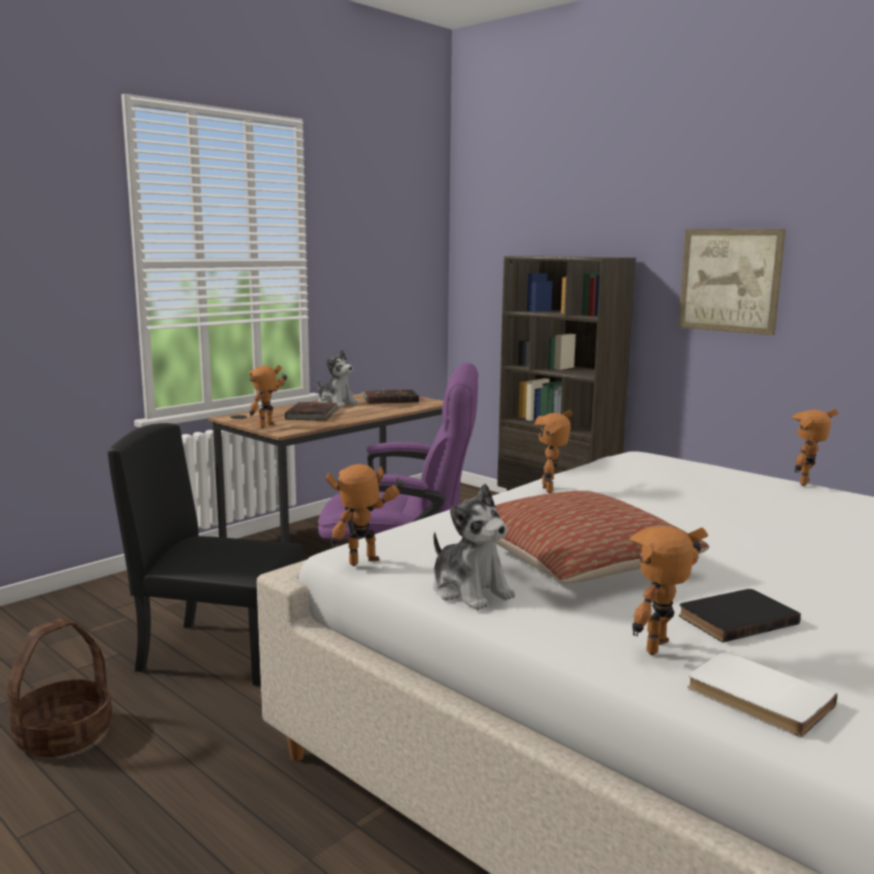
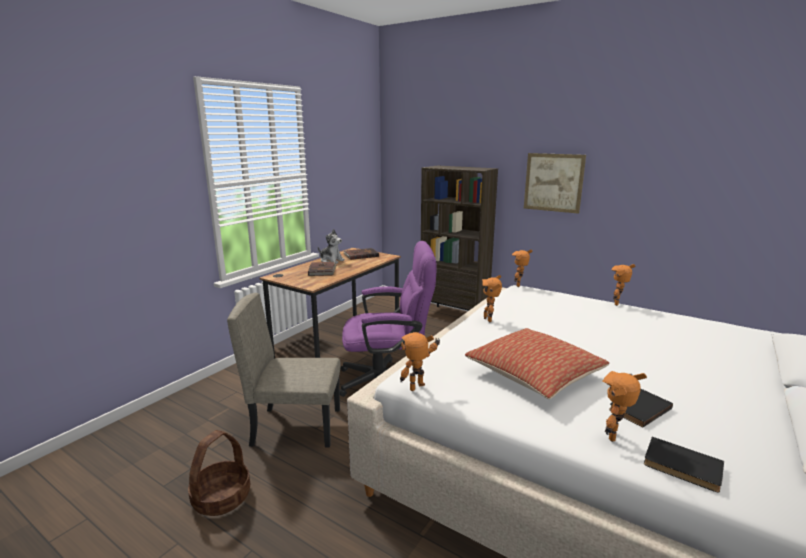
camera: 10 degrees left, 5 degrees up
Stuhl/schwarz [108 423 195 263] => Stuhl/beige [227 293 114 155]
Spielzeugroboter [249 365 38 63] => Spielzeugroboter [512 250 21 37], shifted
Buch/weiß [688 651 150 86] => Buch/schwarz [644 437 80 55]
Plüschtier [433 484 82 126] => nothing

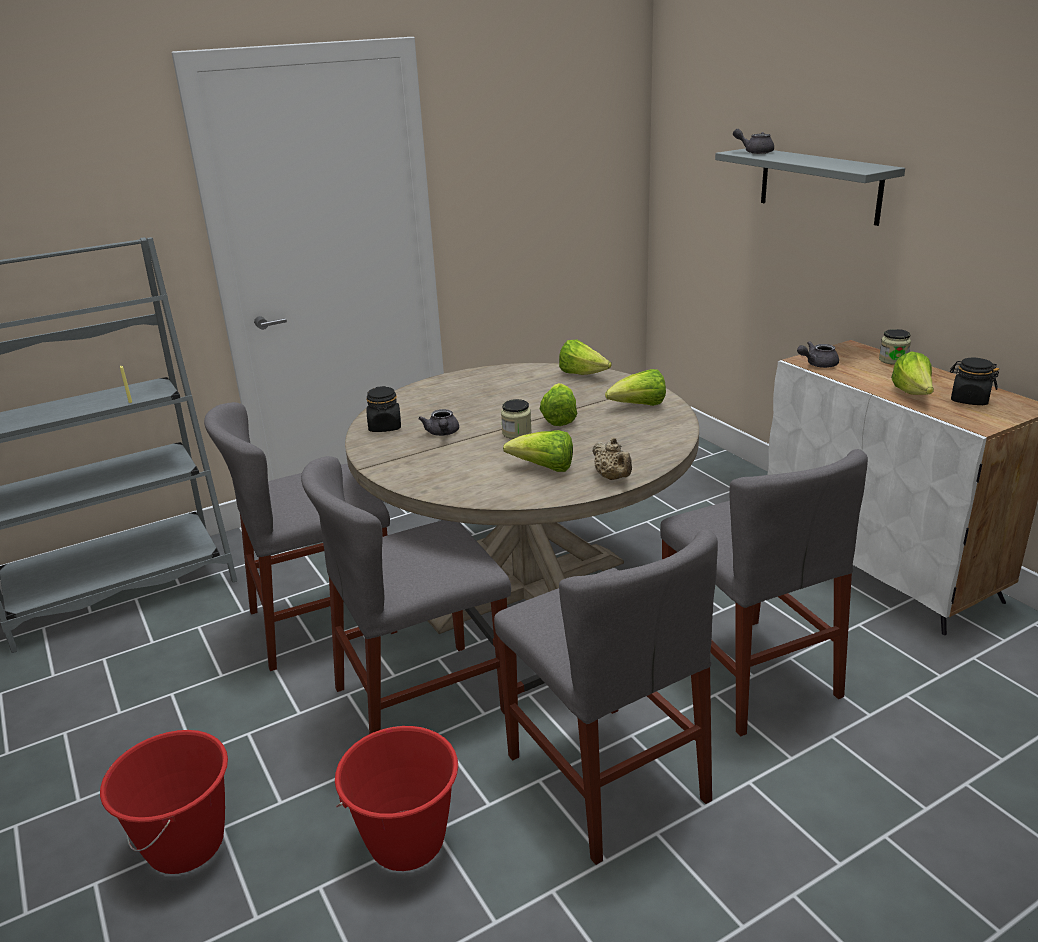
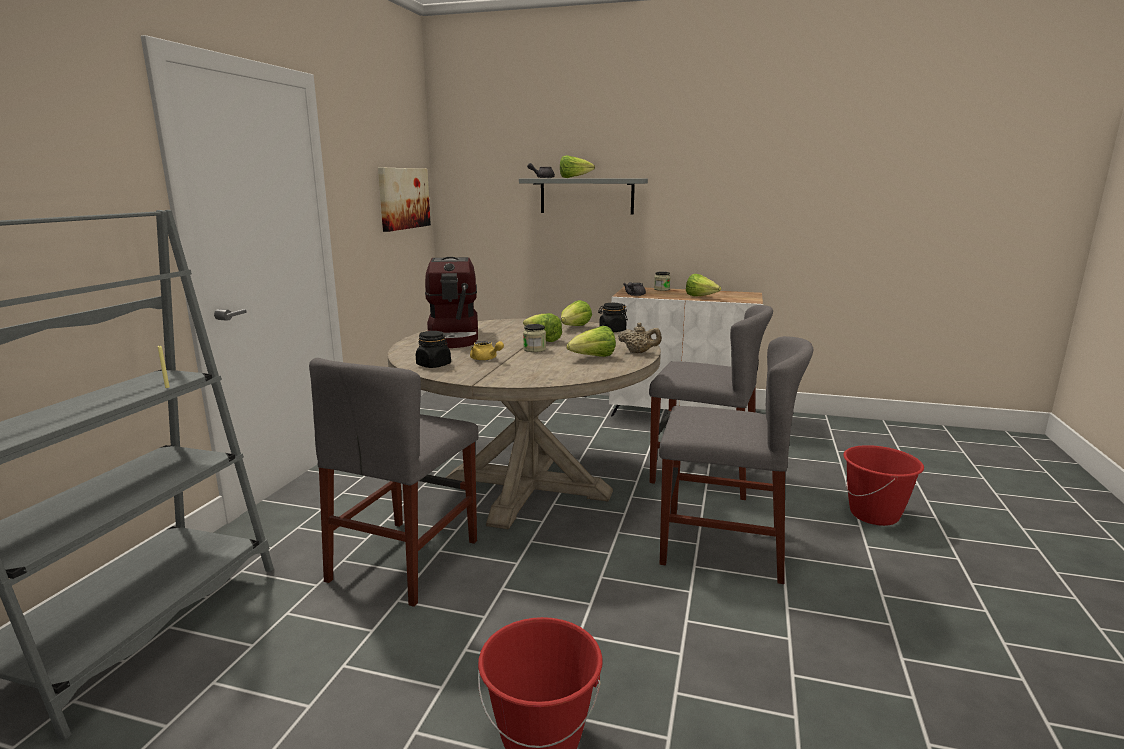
camera: 45 degrees left, 10 degrees down
nothing => Bild [378 168 53 64]
nothing => Kaffeemaschine [425 257 53 91]
Teekanne/grau [419 409 40 27] => Teekanne/gelb [470 341 34 20]
Salatkopf [559 339 53 36] => Salatkopf [560 155 35 23], shifted
Vorratsglas/schwarz [950 358 49 47] => Vorratsglas/schwarz [598 303 30 29], shifted
Eimer/rot [335 726 123 145] => Eimer/rot [843 445 81 81], shifted
Stuhl/grau [301 456 210 278] => nothing

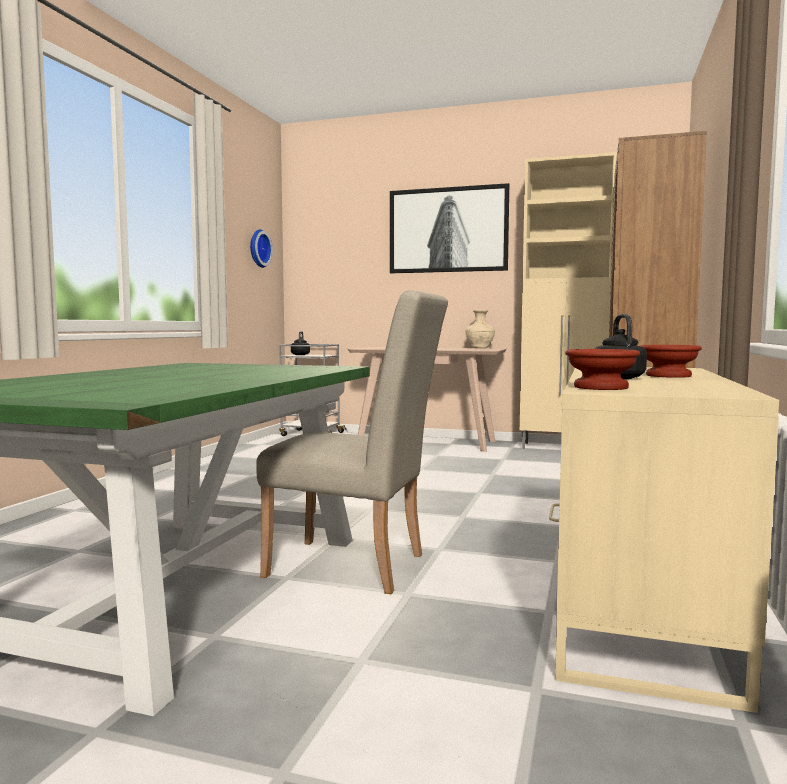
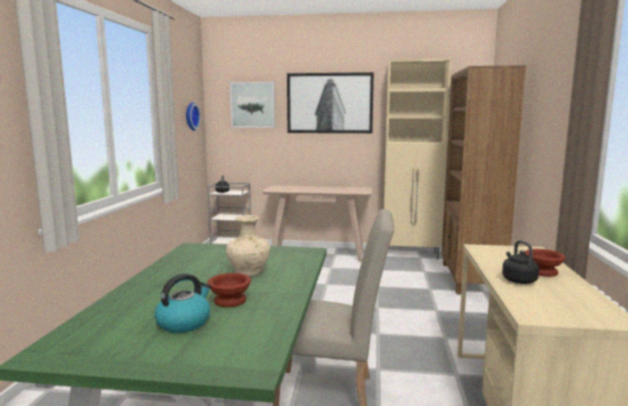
camera: 10 degrees left, 5 degrees up
nothing => Wasserkessel [154 274 57 59]
Schüssel/braun [565 349 75 41] => Schüssel/braun [207 273 44 34], shifted
Vase/beige [466 310 29 38] => Vase/beige [226 215 44 61], shifted
nothing => Bild [230 82 45 46]

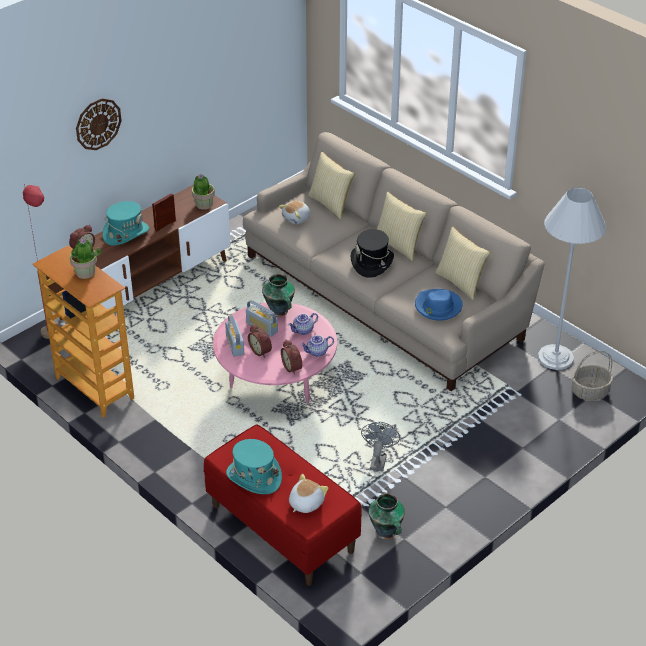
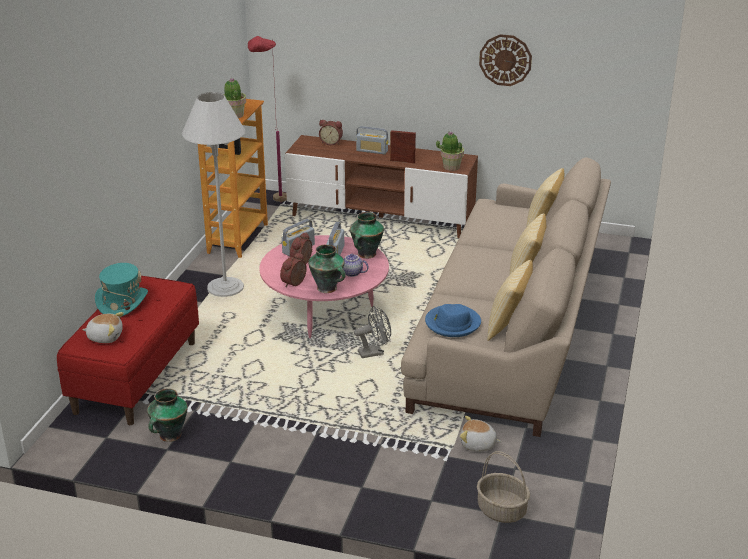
camera: 60 degrees right, 10 degrees down
Stehlampe/weiß [538 188 68 182] => Stehlampe/weiß [182 92 63 205], shifted
Teekanne [300 335 34 22] => Vase [308 245 38 48]
Ventilator/grau [361 422 39 50] => Ventilator/grau [354 306 37 52], shifted
Hut/türkis [102 201 47 44] => Radio [356 126 32 28]
Plüschtier [279 201 31 23] => Plüschtier [460 416 42 35], shifted
Wanduhr [76 98 46 52] => Wanduhr [479 34 53 52], shifted
Hut/schwarz [351 229 43 49] => nothing

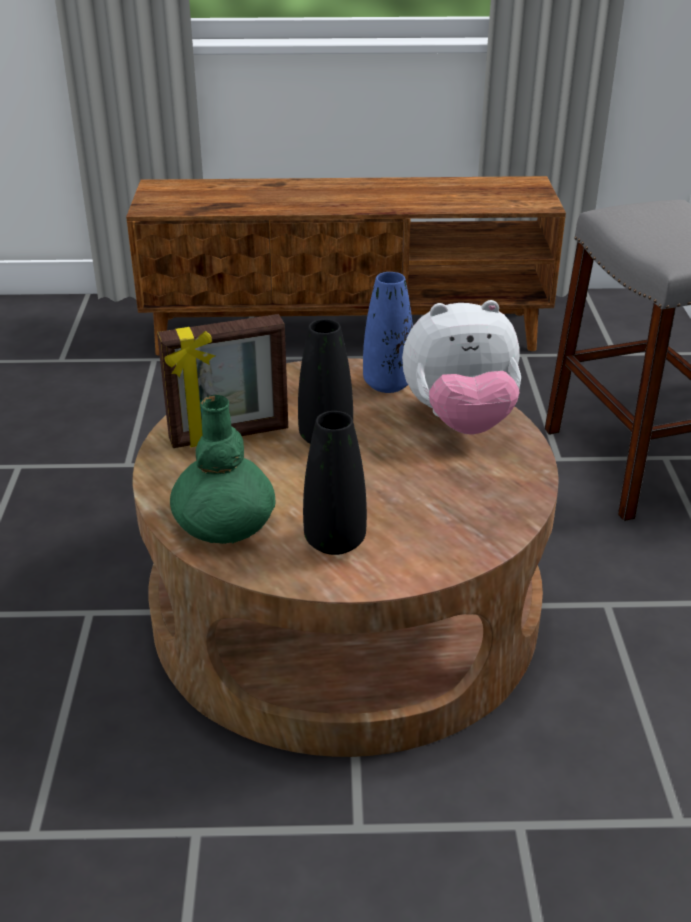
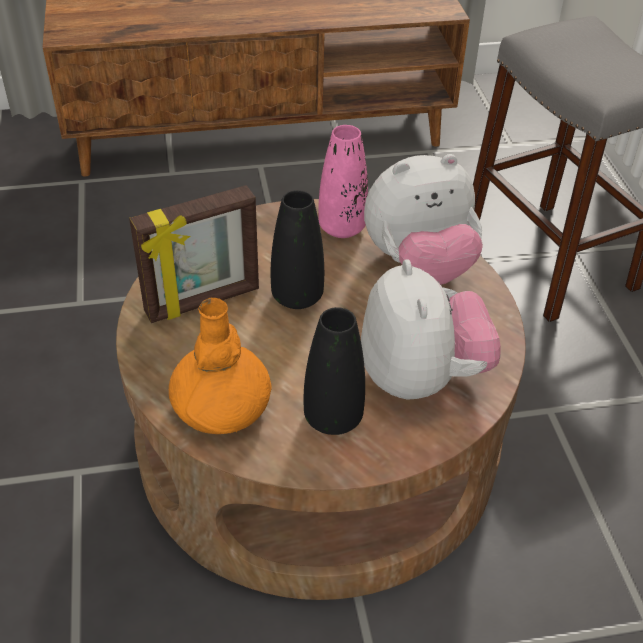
camera: 10 degrees left, 10 degrees up
Vase/grün [170 395 106 149] => Vase/orange [169 298 103 136]
Vase/blau [363 272 50 121] => Vase/rosa [318 125 50 113]
nothing => Plüschtier [361 259 140 140]

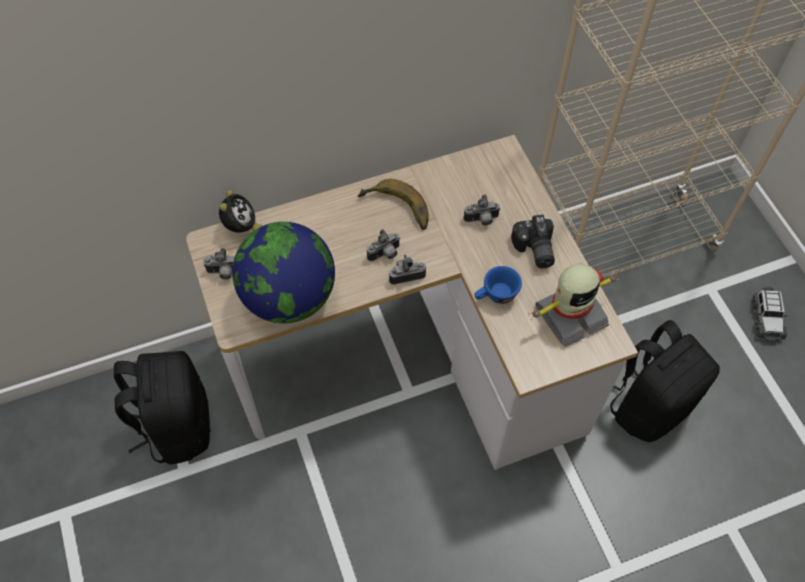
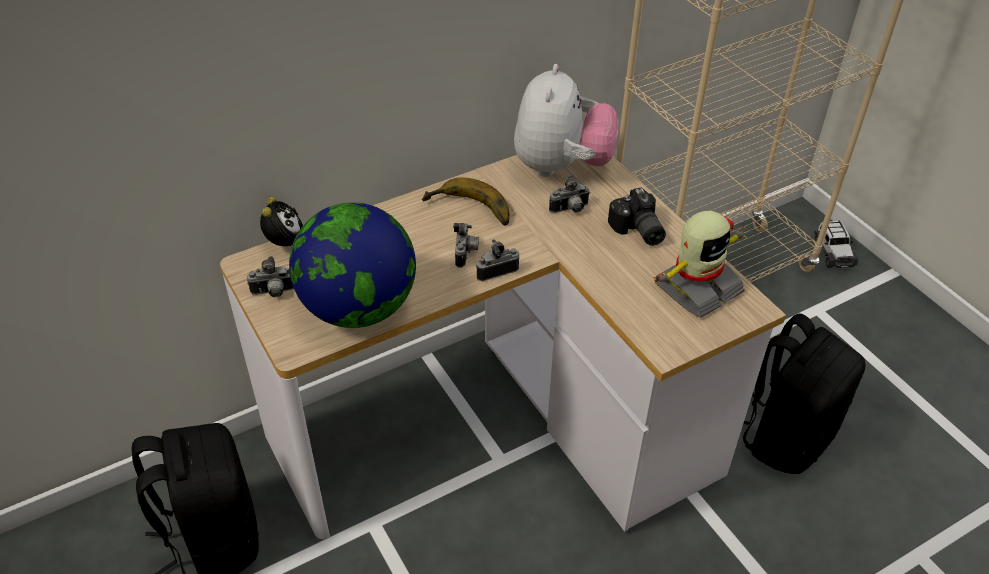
camera: 10 degrees left, 15 degrees down
Kamera [367 229 33 32] => Kamera [453 223 26 45], 45 degrees counterclockwise
nothing => Plüschtier [514 64 105 113]
Spielzeugauto [752 287 35 54] => Spielzeugauto [814 219 44 49], shifted
Tasse/blau [474 266 48 38] => nothing

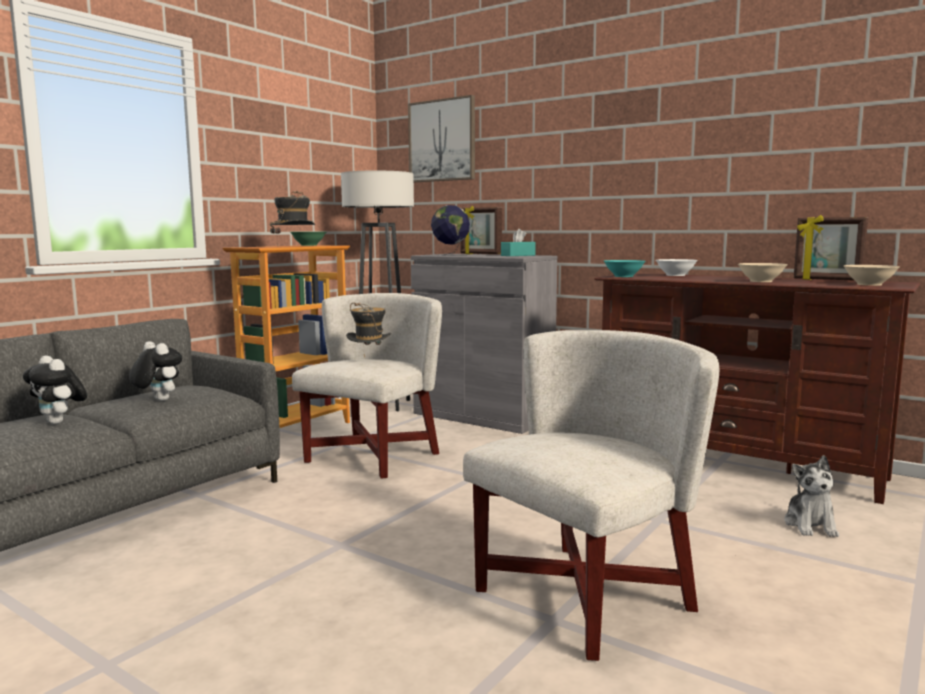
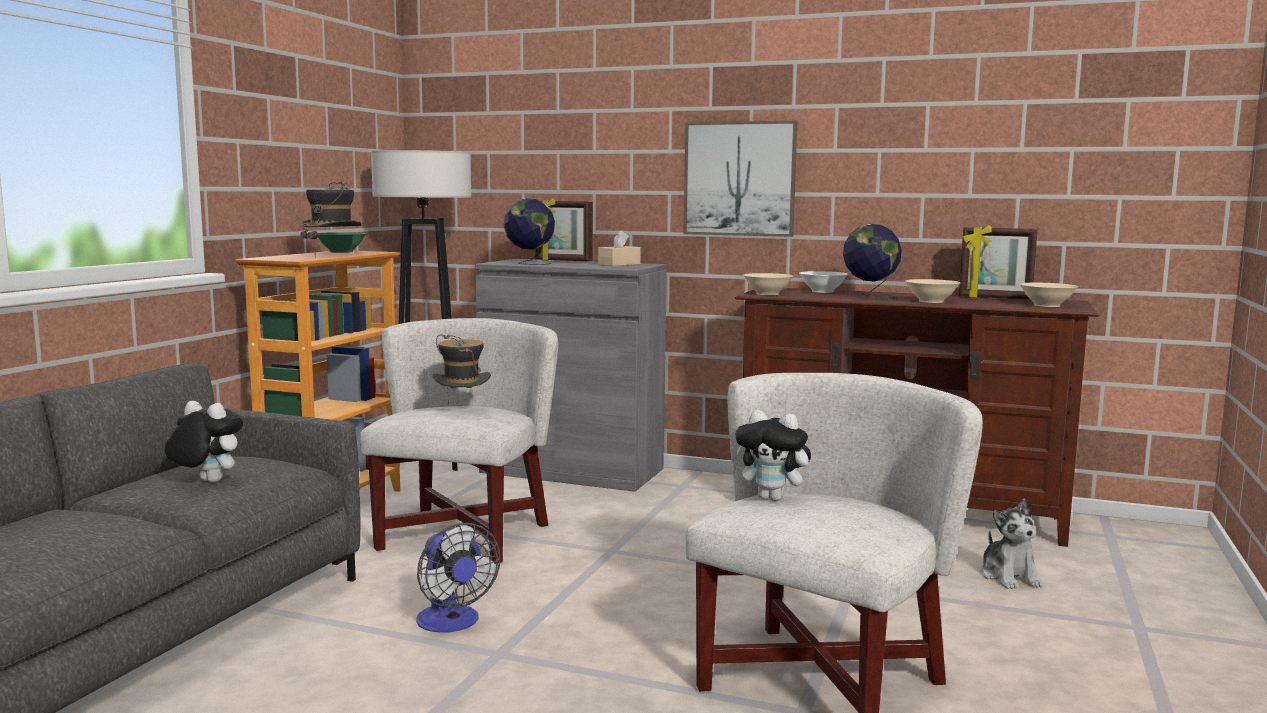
camera: 15 degrees left, 0 degrees up
nothing => Ventilator [416 523 85 110]
Taschentuchbox/türkis [501 229 35 27] => Taschentuchbox/beige [598 230 43 36]
Bild [408 95 67 87] => Bild [683 121 115 116], shifted
Plüschtier [23 356 64 68] => Plüschtier [735 410 82 91], shifted
Schüssel/türkis [604 260 42 17] => Schüssel/beige [743 273 50 22]
nothing => Globus [843 224 59 75]

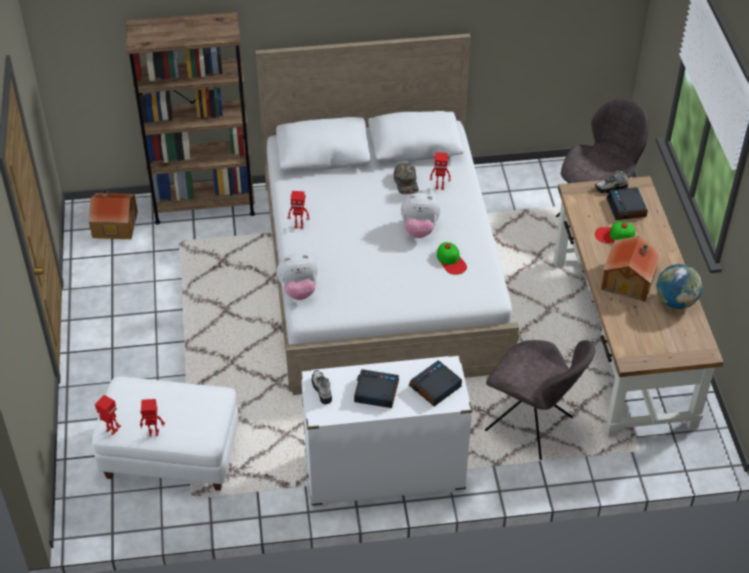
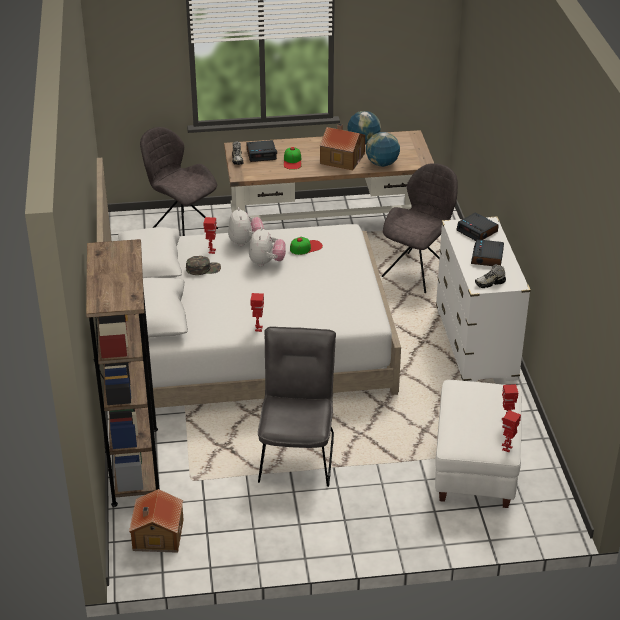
camera: 90 degrees left, 10 degrees down
Plüschtier [277 253 40 47] => Plüschtier [228 207 36 39], shifted
nothing => Stuhl/grau [258 326 78 161]
nothing => Globus [366 132 34 35]

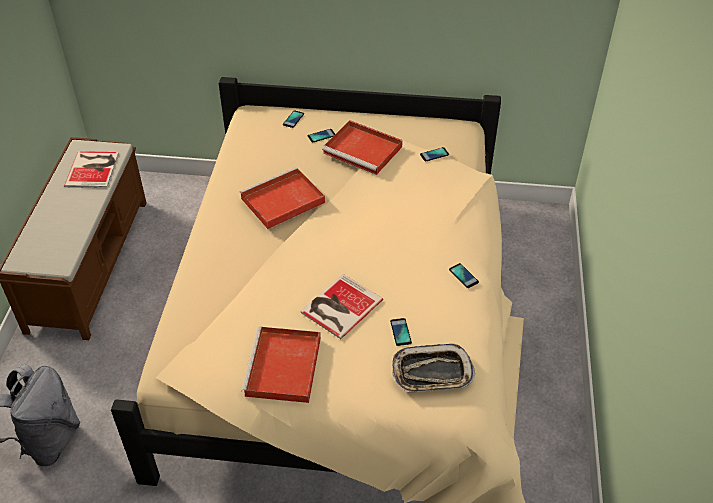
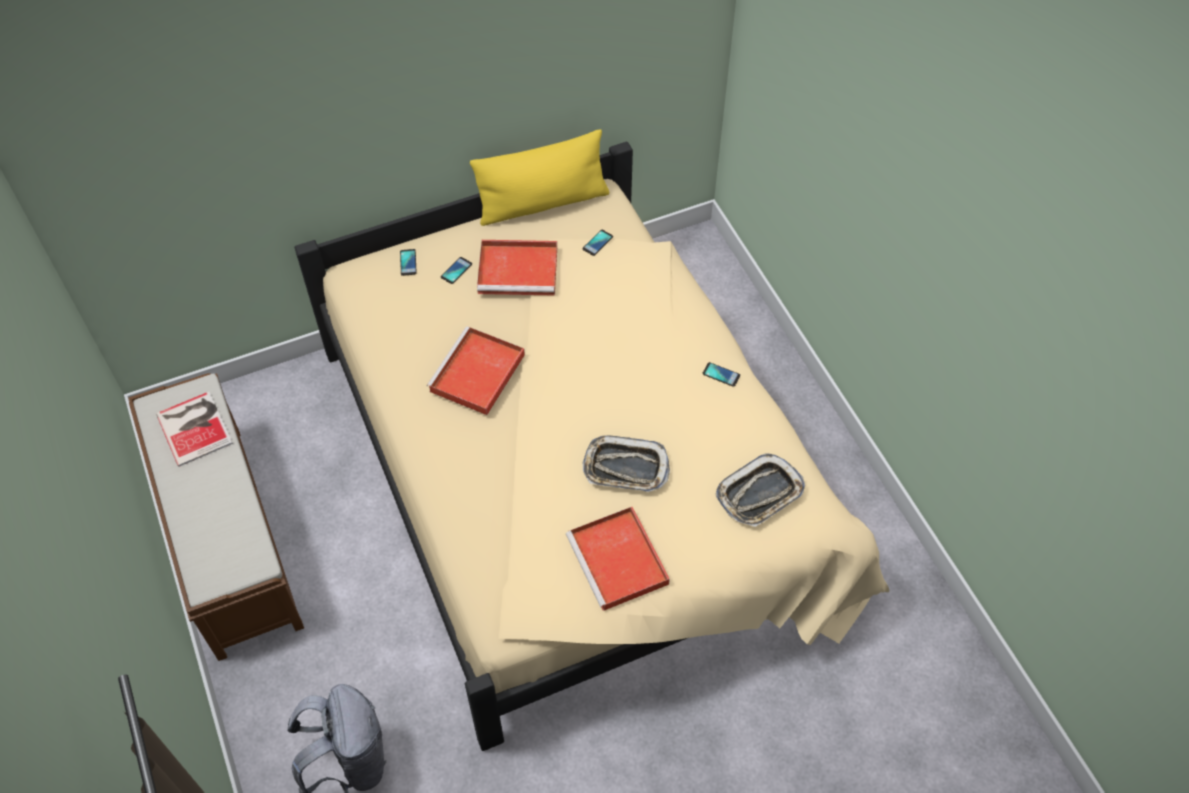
camera: 30 degrees left, 10 degrees up
nothing => Kissen/gelb [470 129 139 97]
Buch [301 274 82 65] => Tablett [582 436 88 56]
Handy [390 318 22 28] => nothing

